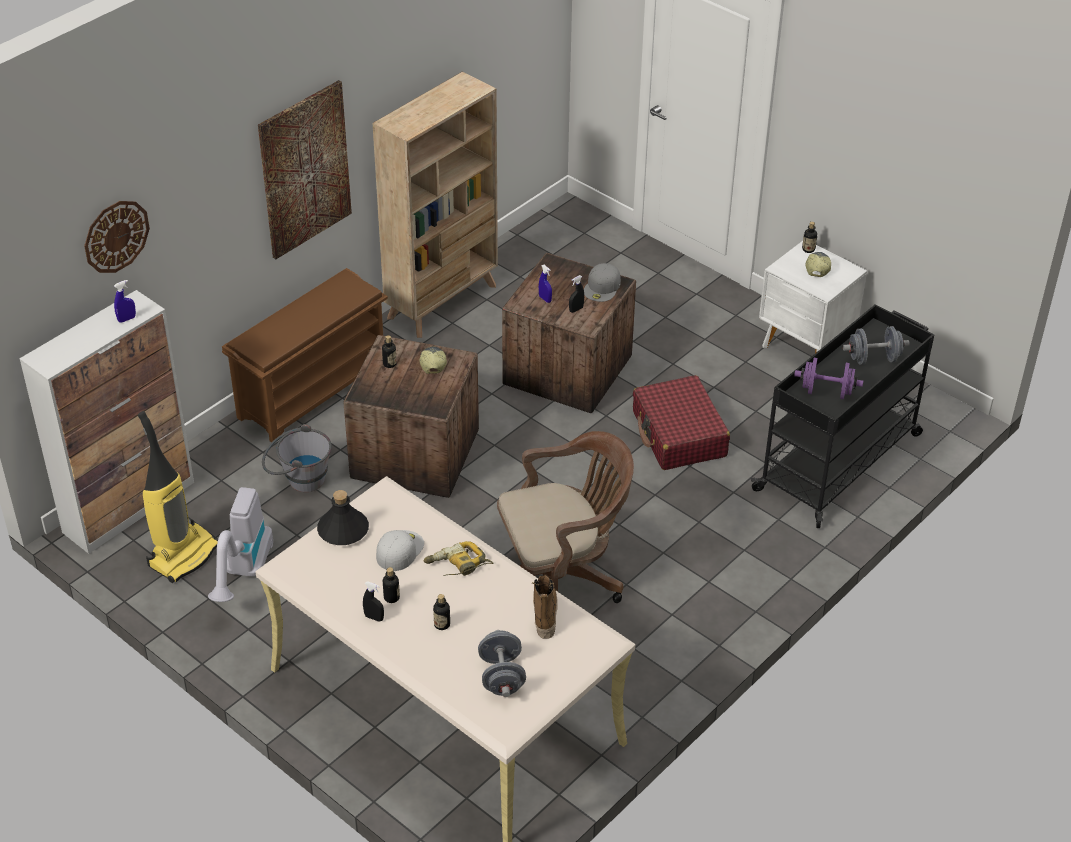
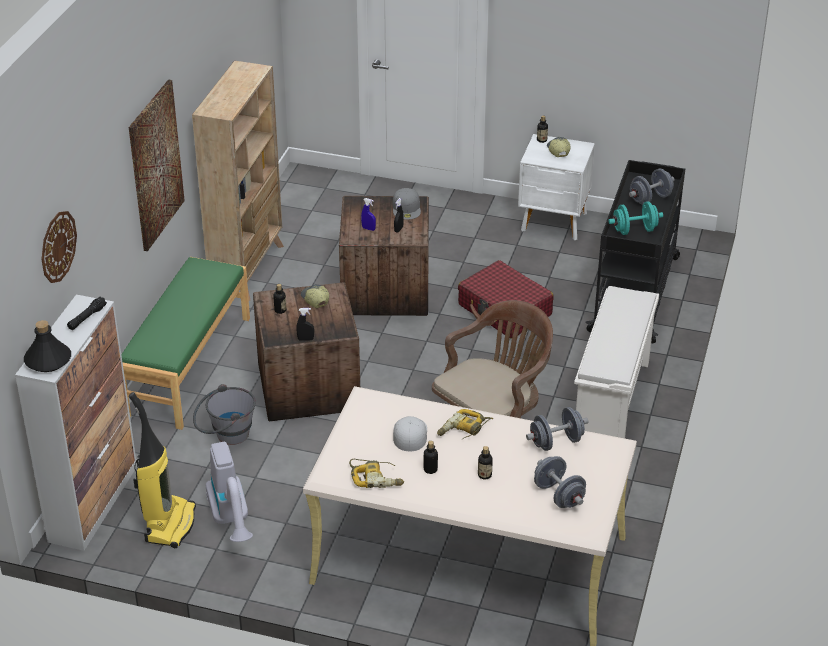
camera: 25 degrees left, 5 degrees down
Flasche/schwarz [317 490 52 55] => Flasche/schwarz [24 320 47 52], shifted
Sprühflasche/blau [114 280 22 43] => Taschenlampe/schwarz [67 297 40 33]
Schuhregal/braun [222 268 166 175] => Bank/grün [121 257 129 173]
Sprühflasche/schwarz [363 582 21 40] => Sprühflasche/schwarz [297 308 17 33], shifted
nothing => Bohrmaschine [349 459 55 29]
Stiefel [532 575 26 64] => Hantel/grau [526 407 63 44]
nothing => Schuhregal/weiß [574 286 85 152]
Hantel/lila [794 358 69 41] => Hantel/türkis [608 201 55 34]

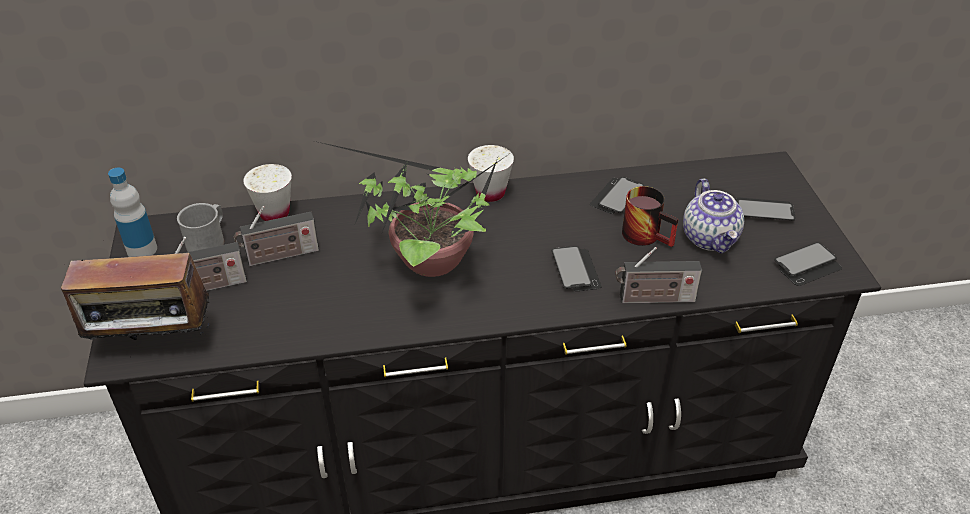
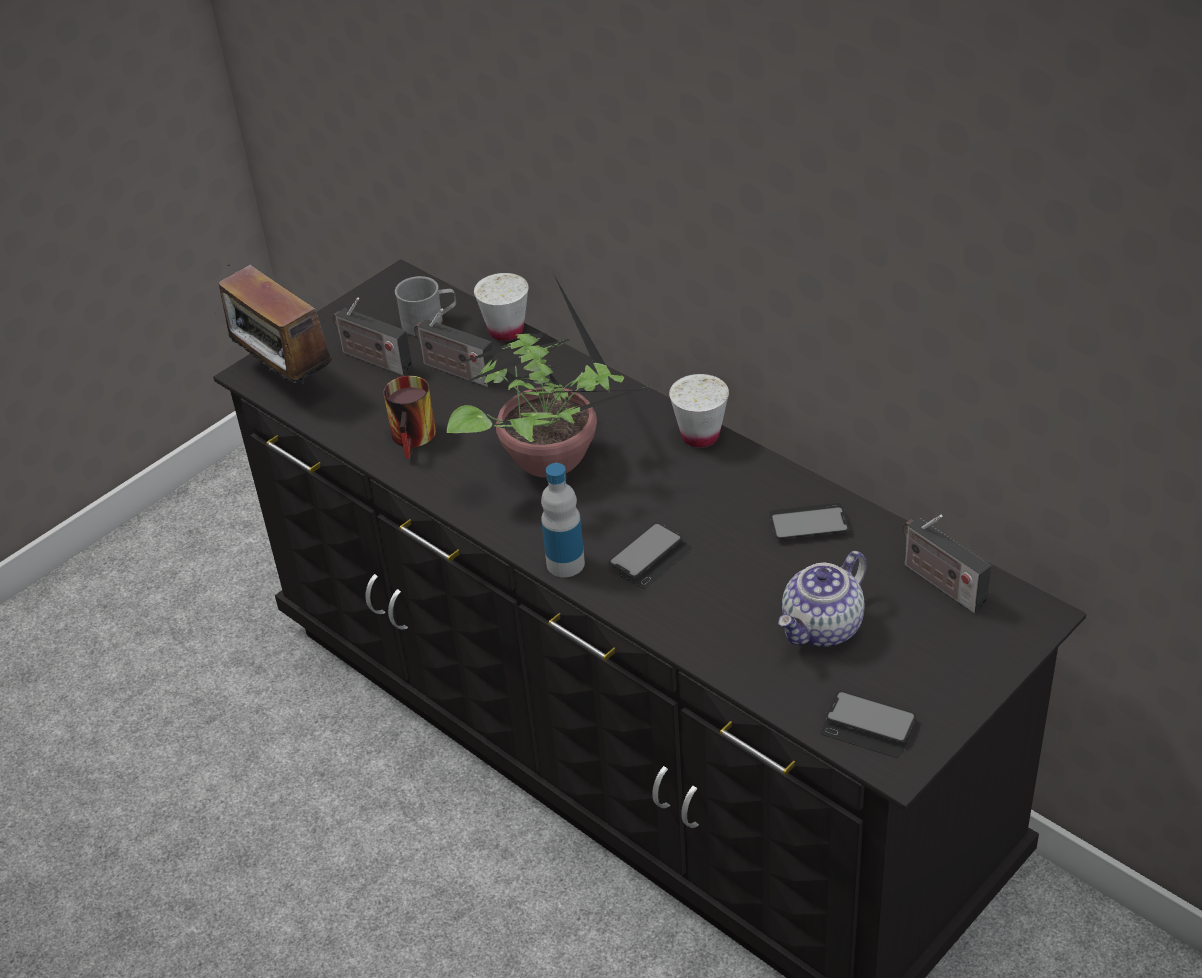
camera: 55 degrees right, 0 degrees up
Henkelbecher [622 186 56 61] => Henkelbecher [384 376 52 83], shifted
Flasche [108 168 49 89] => Flasche [541 463 44 114], shifted
Radio [615 247 87 56] => Radio [902 515 89 99], shifted
Handy [735 197 61 24] => nothing

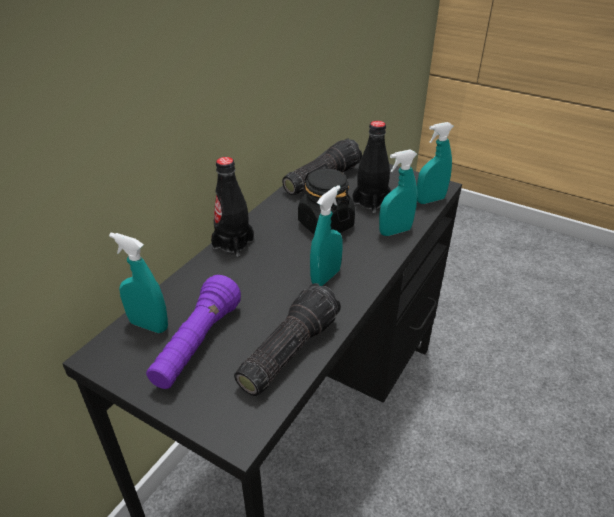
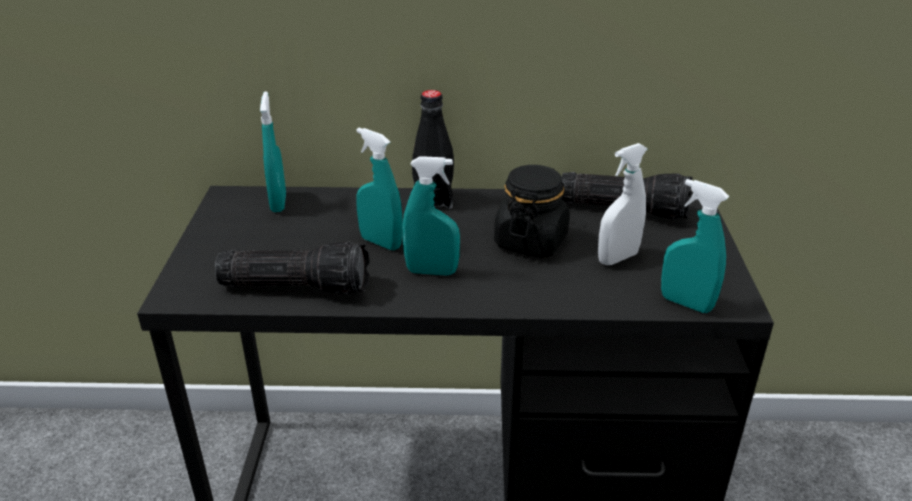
camera: 60 degrees right, 5 degrees down
Sprühflasche/türkis [379 149 38 87] => Sprühflasche/türkis [356 127 47 123], shifted
Flasche/schwarz [353 121 38 92] => Sprühflasche/weiß [598 143 50 122]
Taschenlampe/lila [146 275 95 114] => nothing

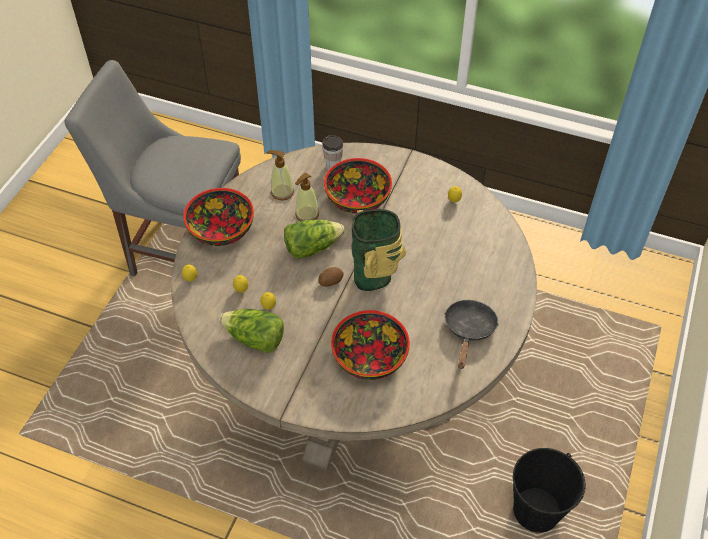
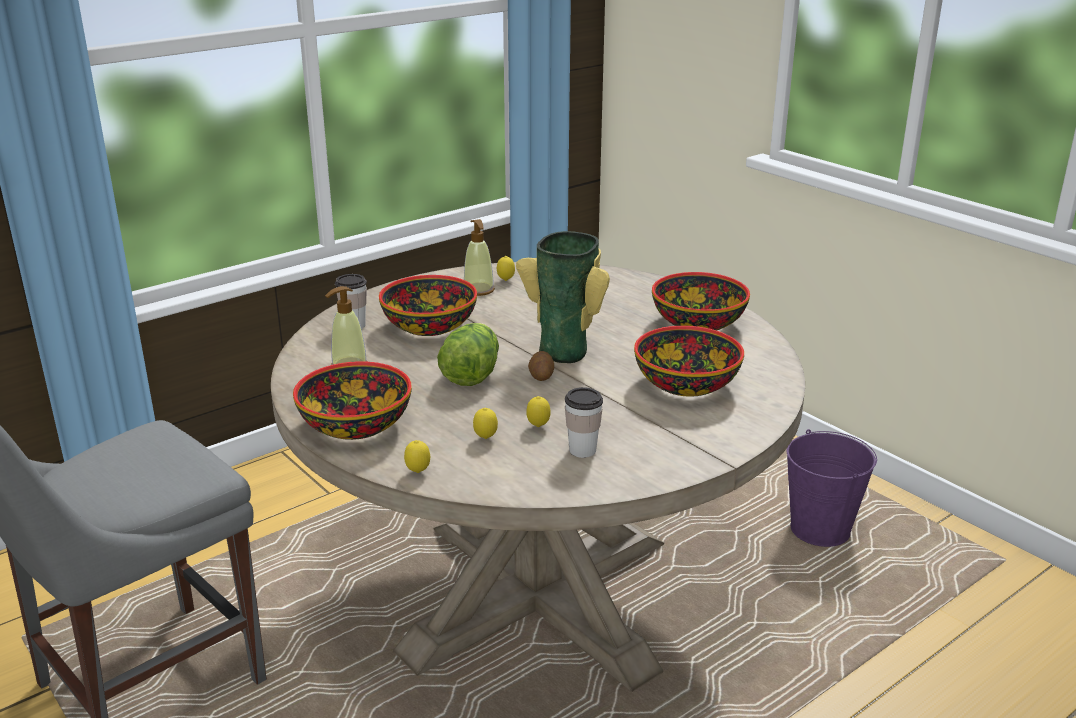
camera: 60 degrees left, 25 degrees down
Seifenspender [295 172 24 49] => Seifenspender [464 219 31 77], shifted
Salatkopf [219 309 65 44] => Tasse [565 387 38 71]
Pfanne/schwarz [444 300 55 69] => Schüssel [652 272 98 58]
Eimer/schwarz [513 448 73 85] => Eimer/lila [787 429 90 118]

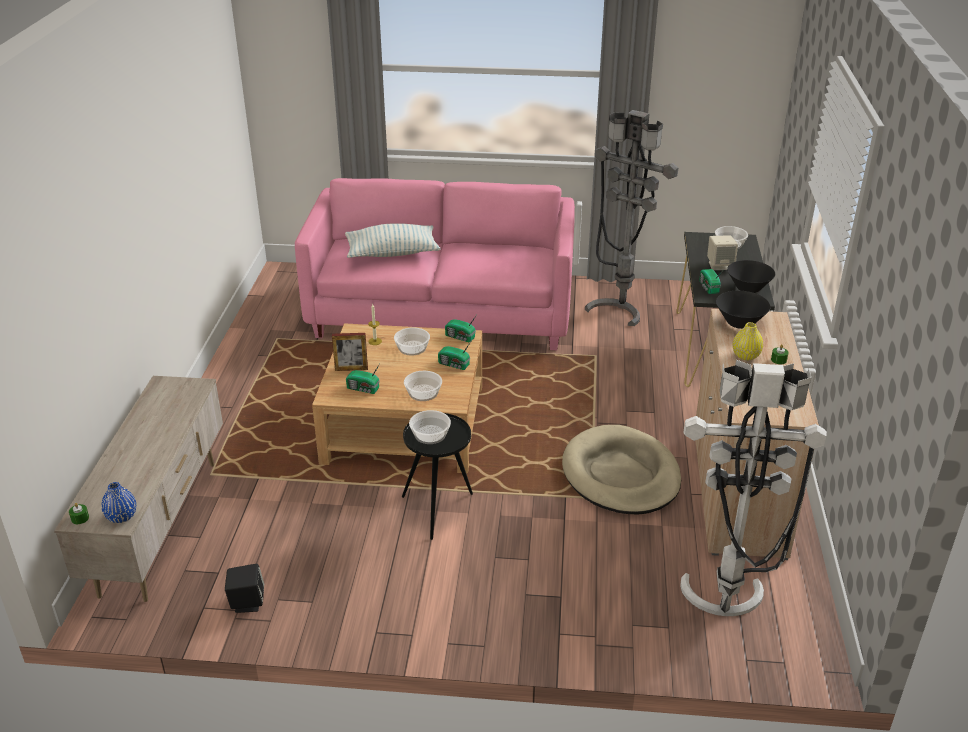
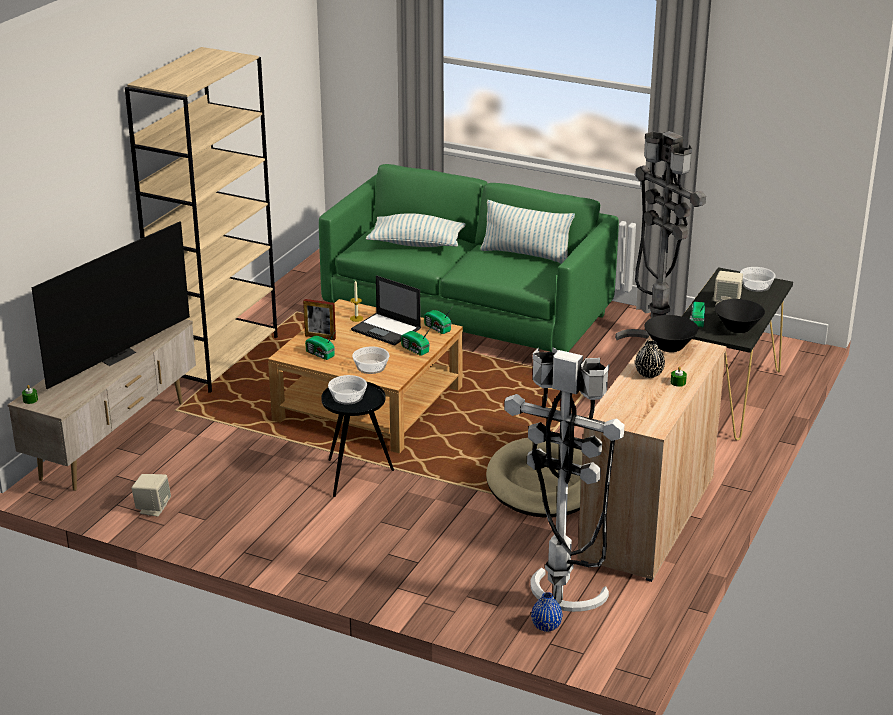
camera: 20 degrees right, 5 degrees down
nothing => Fernseher [32 221 158 168]
nothing => Bücherregal/beige [125 47 153 346]
Lautsprecher/schwarz [225 564 39 49] => Lautsprecher/beige [131 474 40 43]
Sofa/rosa [295 178 280 172] => Sofa/grün [319 164 300 188]
Schüssel [394 327 36 29] => Laptop [351 275 70 71]
nothing => Kissen [480 200 95 64]
Vase/blau [101 482 35 41] => Vase/blau [531 592 31 40], shifted
Vase/gelb [733 322 30 39] => Vase/schwarz [635 340 30 38]

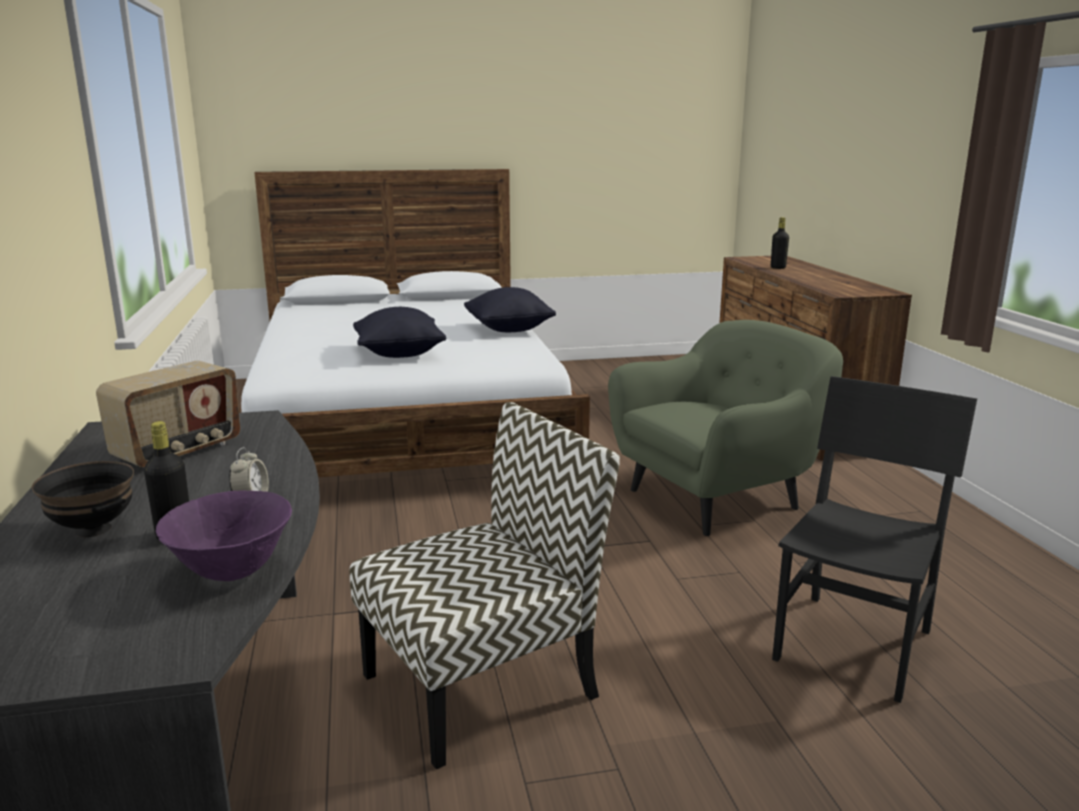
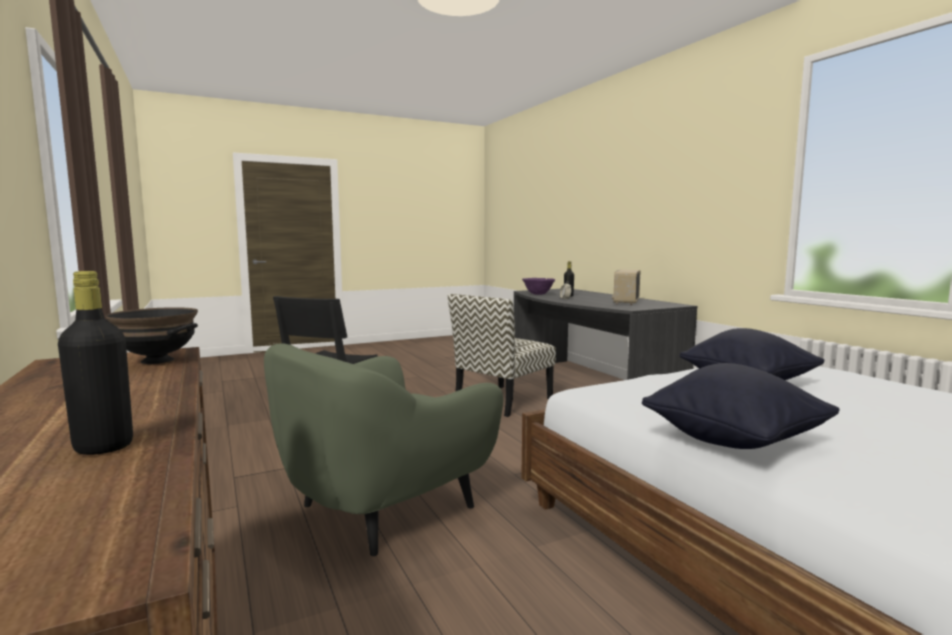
camera: 165 degrees right, 10 degrees down
Schüssel/schwarz [32 461 102 76] => Schüssel/schwarz [105 307 93 57], shifted

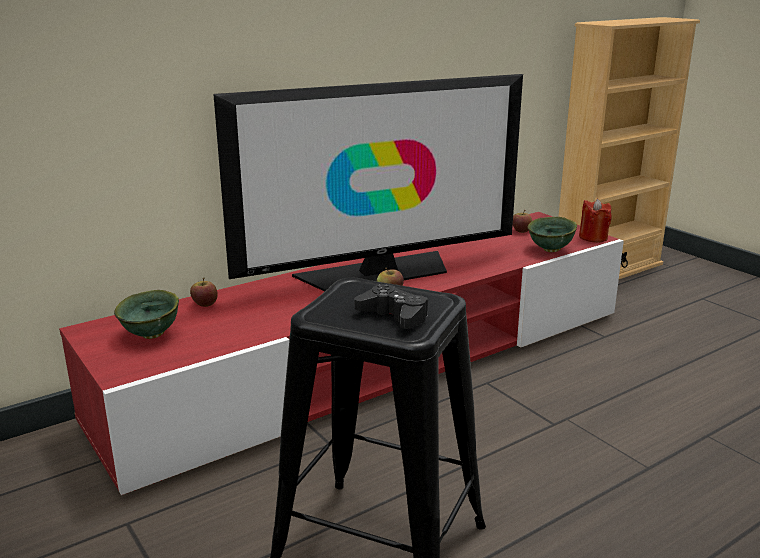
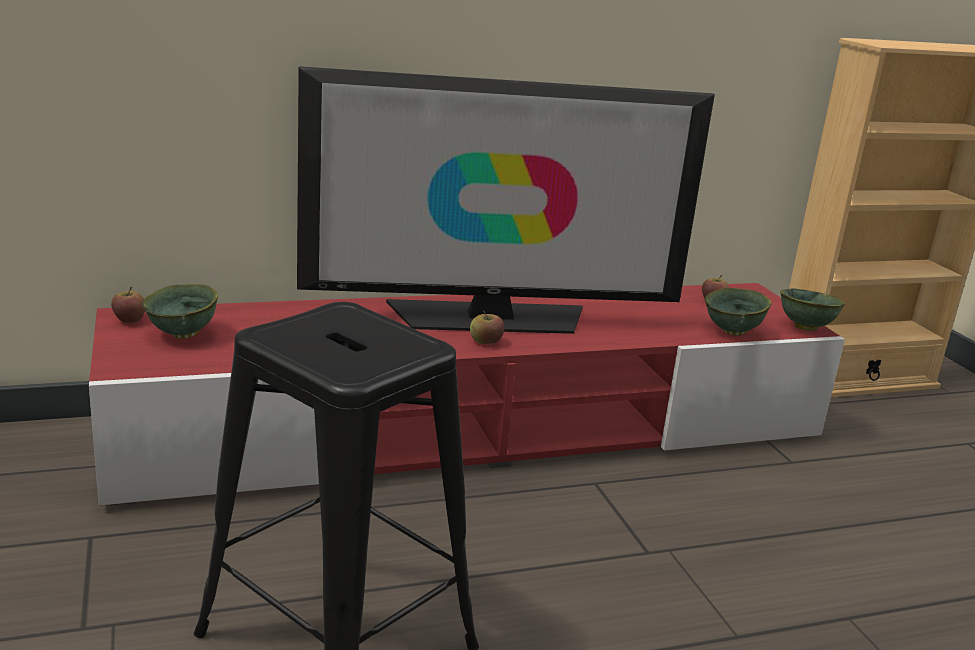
camera: 15 degrees right, 0 degrees up
Apfel [190 277 28 30] => Apfel [111 287 34 36], shifted
Kerze/rot [579 199 33 44] => Schüssel/grün [780 288 65 43]
Gamepad/schwarz [354 284 74 45] => nothing

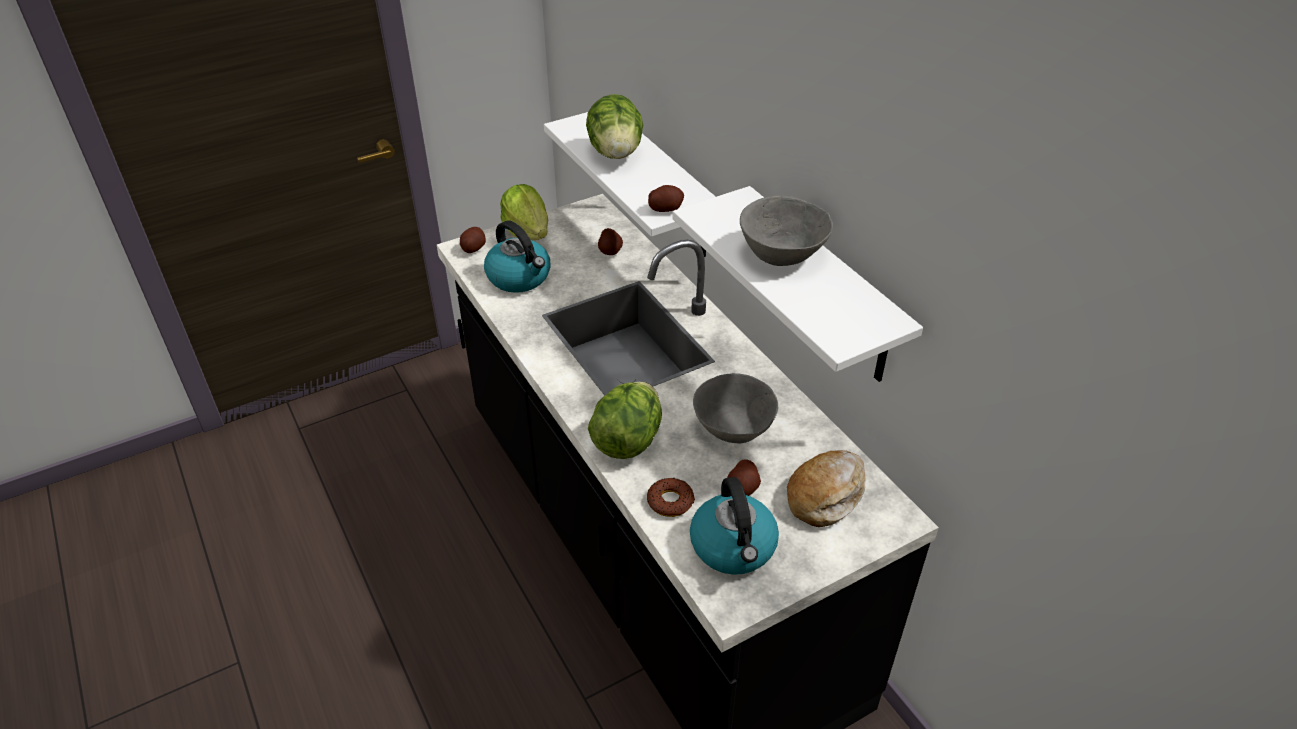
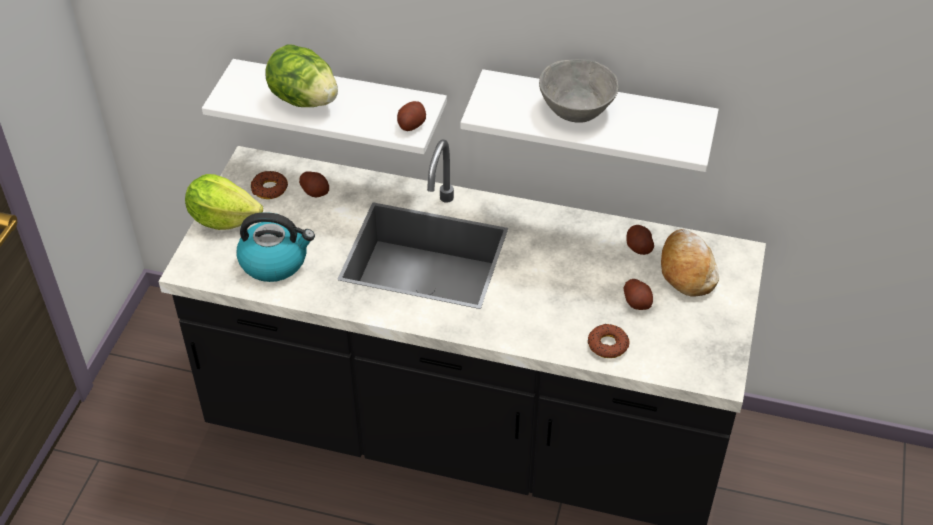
camera: 45 degrees left, 5 degrees up
nothing => Donut [251 171 37 28]
Kartoffel [460 227 26 26] => Kartoffel [626 225 28 30], shifted
Salatkopf [588 382 74 77] => nothing
Wasserkessel [690 477 89 98] => nothing
Schüssel/grau [693 373 85 70] => nothing

